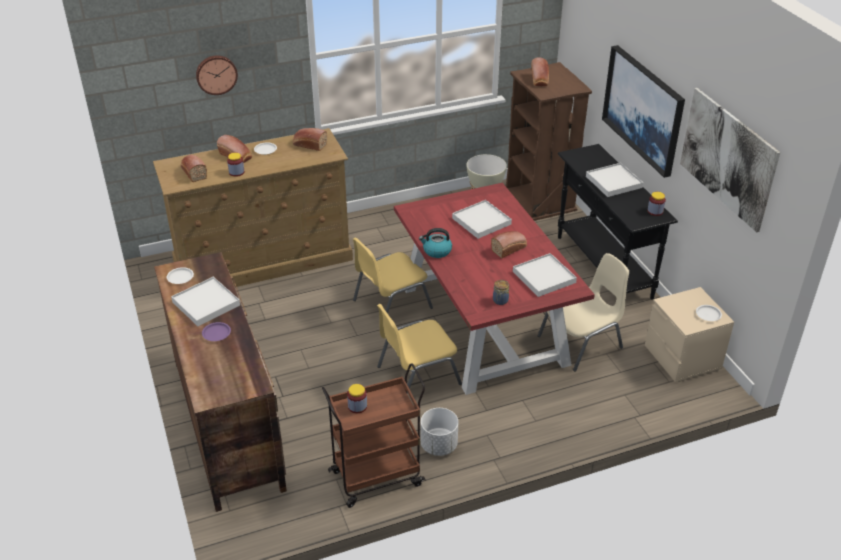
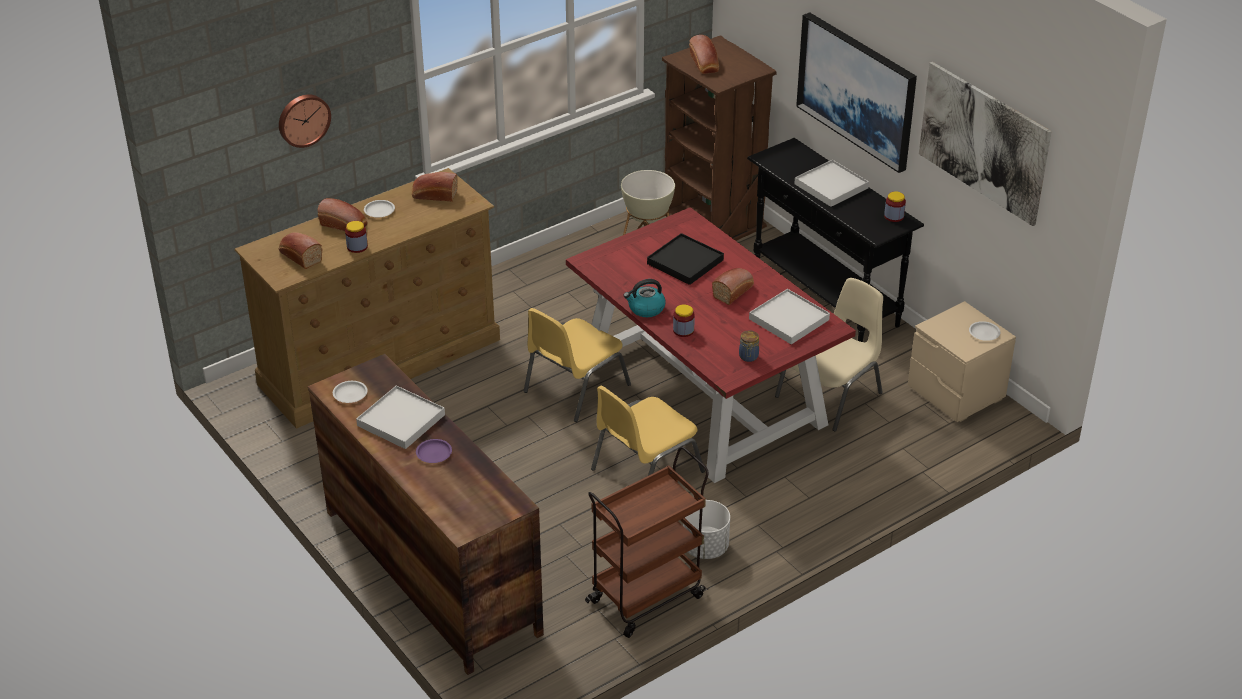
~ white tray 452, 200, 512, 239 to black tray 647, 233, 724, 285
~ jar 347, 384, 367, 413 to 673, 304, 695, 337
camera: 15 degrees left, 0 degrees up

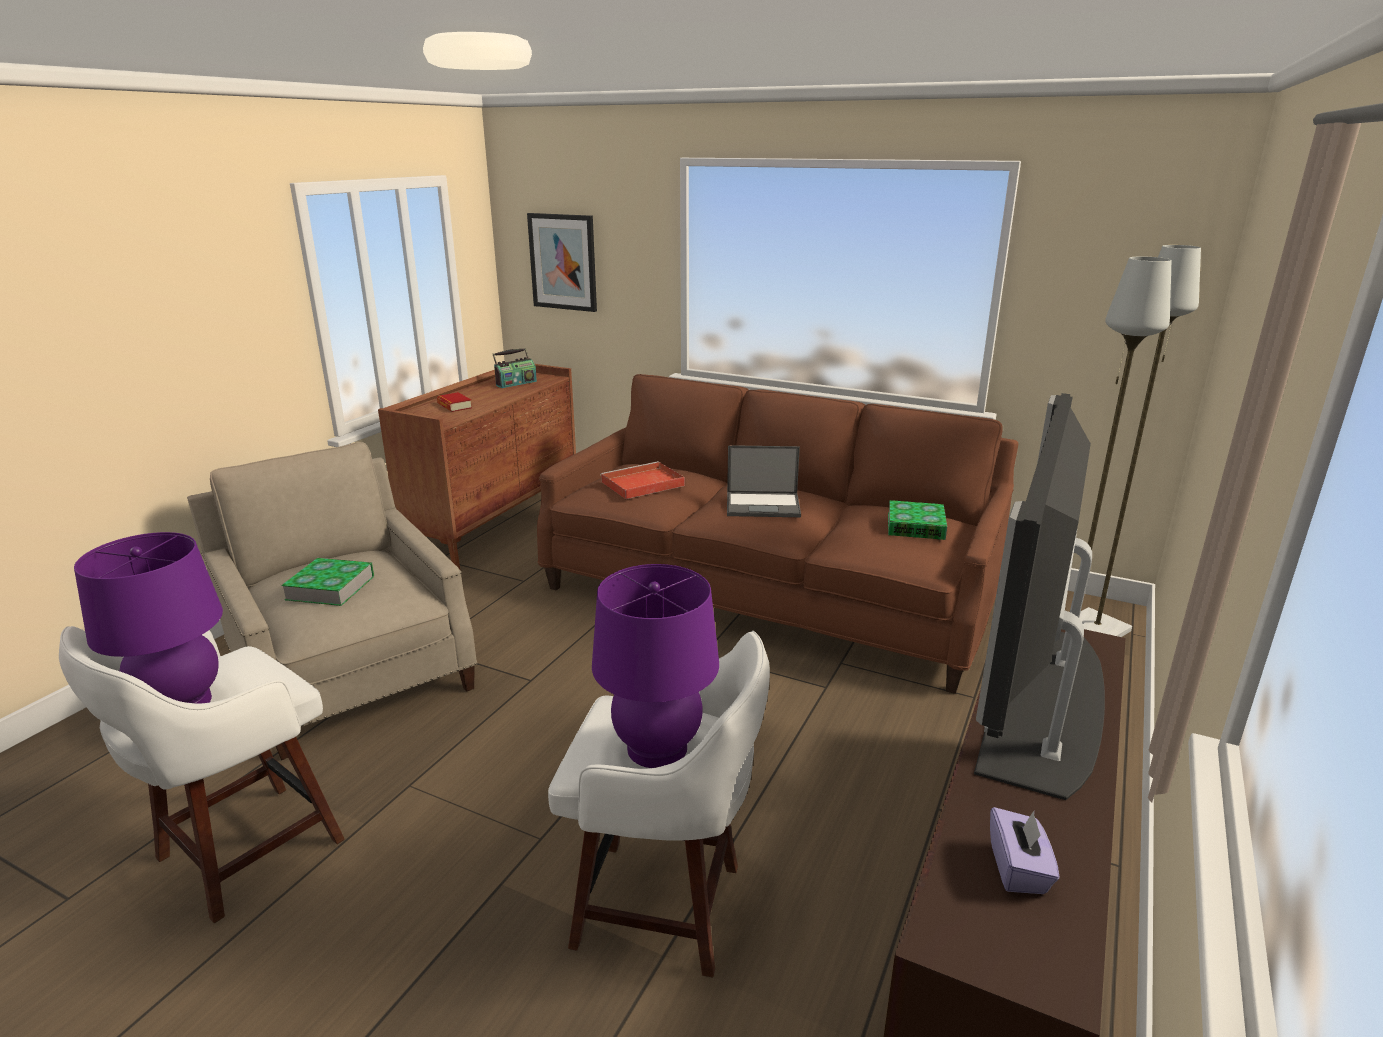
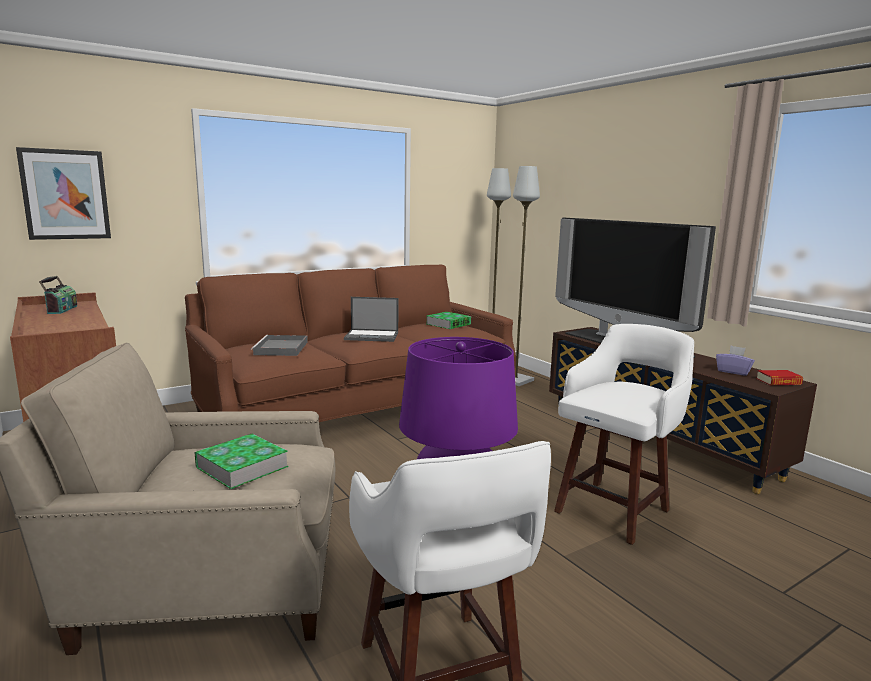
~ book 437, 392, 472, 412 to 756, 370, 803, 385
~ laptop 727, 445, 801, 517 = 344, 297, 399, 342 60 degrees clockwise
~ red tray 600, 461, 685, 499 to grey tray 251, 335, 308, 356
- purple table lamp 592, 564, 719, 768
camera: 60 degrees left, 10 degrees down

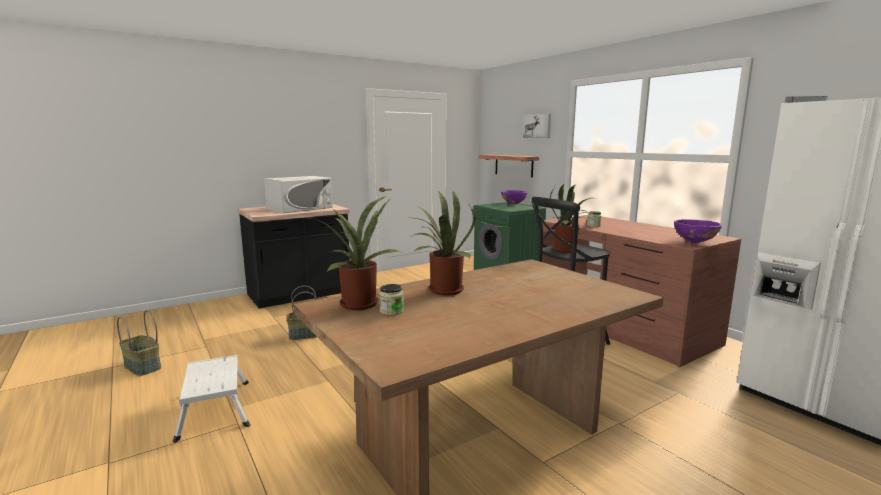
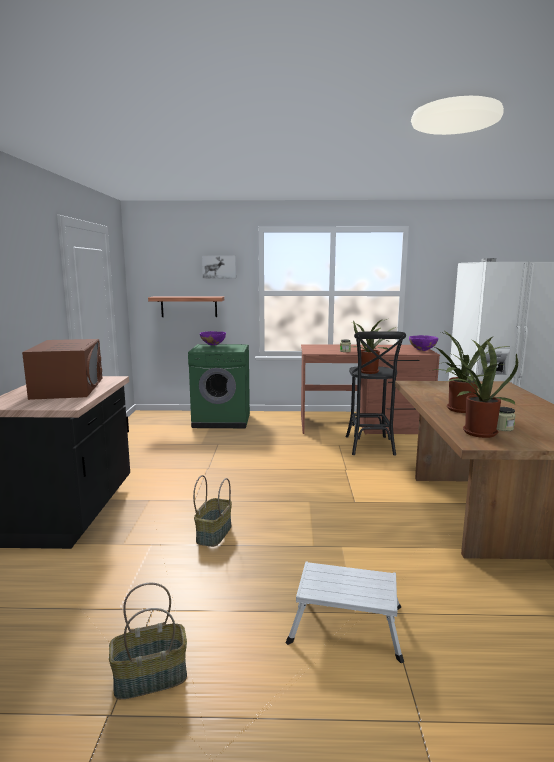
~ white microwave 264, 176, 333, 213 to brown microwave 22, 339, 102, 400
camera: 55 degrees left, 0 degrees up

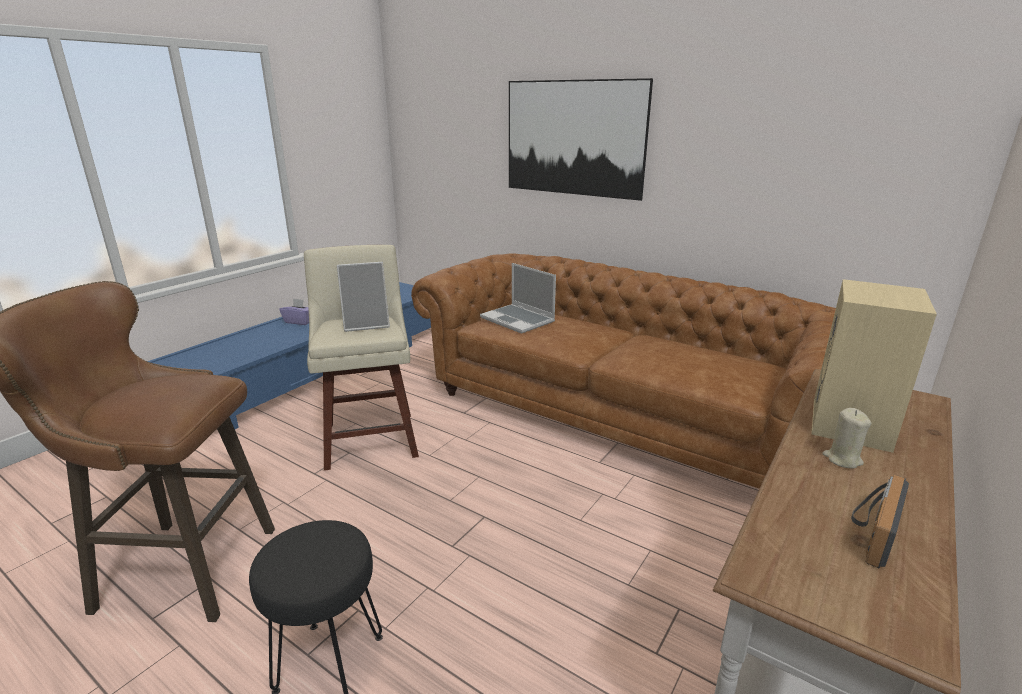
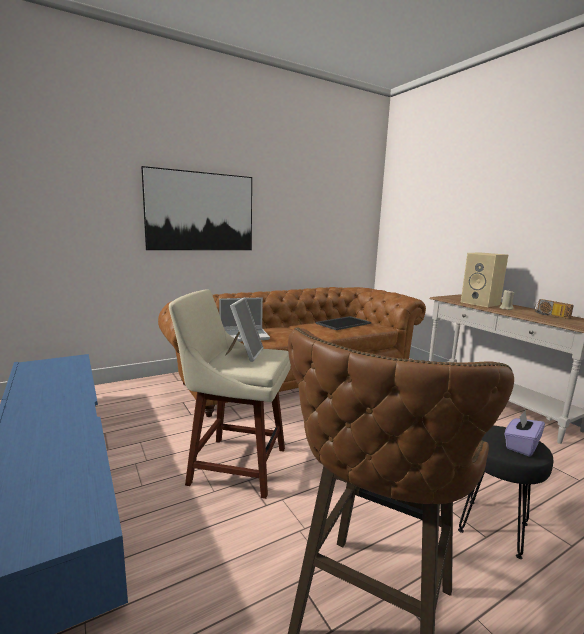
~ purple tissue box 280, 298, 309, 325 to 504, 411, 545, 457
+ tray 316, 316, 371, 330
camera: 65 degrees left, 10 degrees down

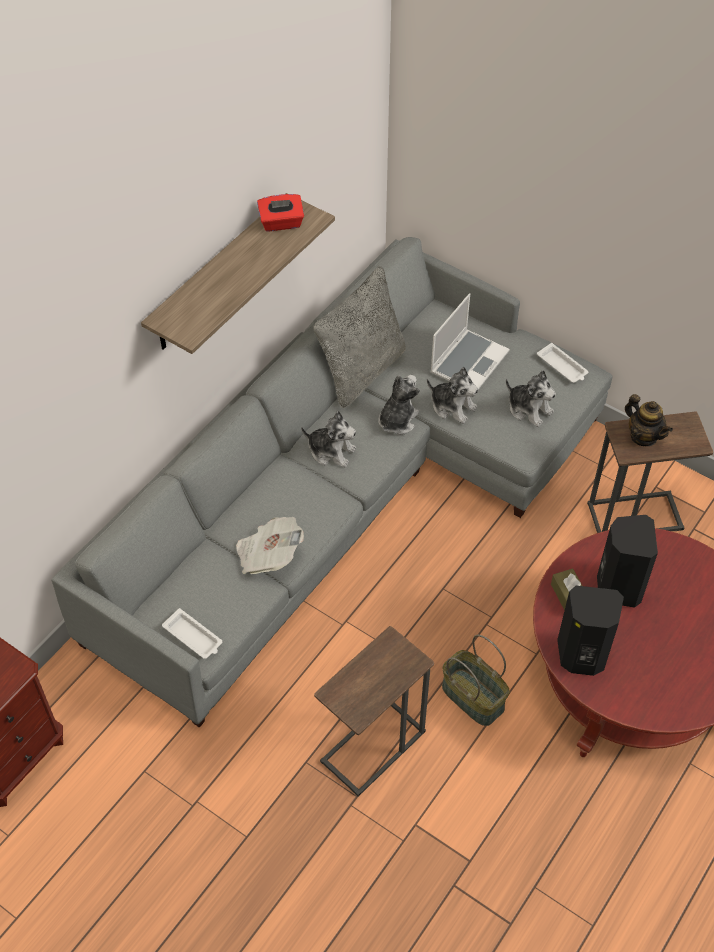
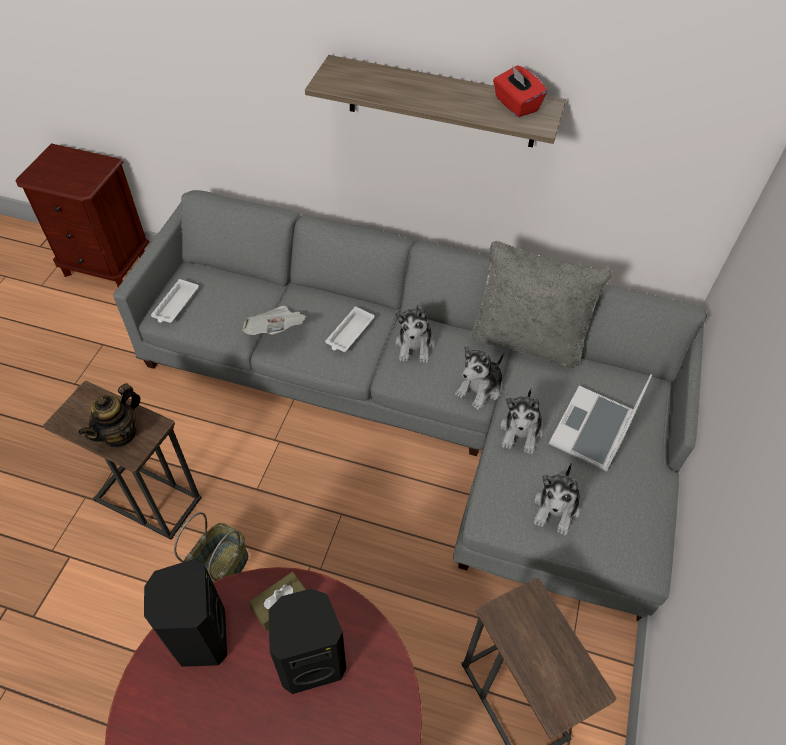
~ laptop 430, 293, 510, 390 = 549, 374, 652, 471 105 degrees clockwise
~ white tray 537, 343, 588, 383 to 325, 306, 375, 352
~ plush toy 378, 375, 420, 435 = 455, 346, 504, 410 120 degrees clockwise
~ teapot 625, 394, 673, 446 to 78, 383, 140, 448
camera: 70 degrees right, 0 degrees up

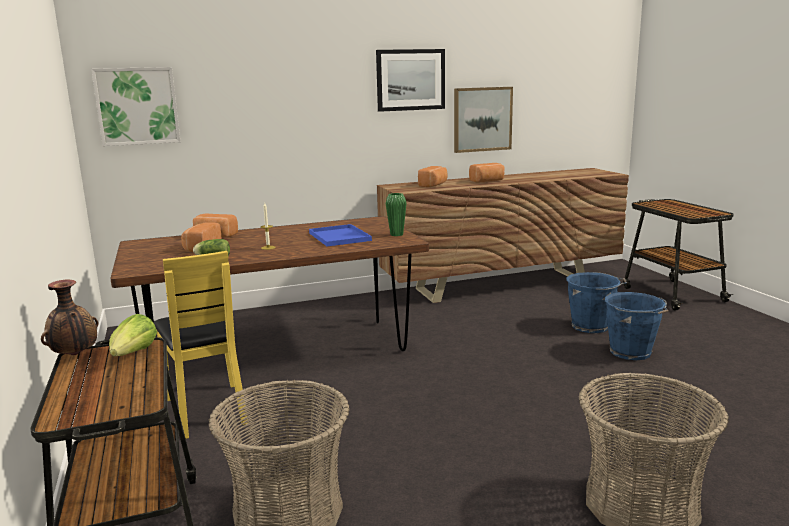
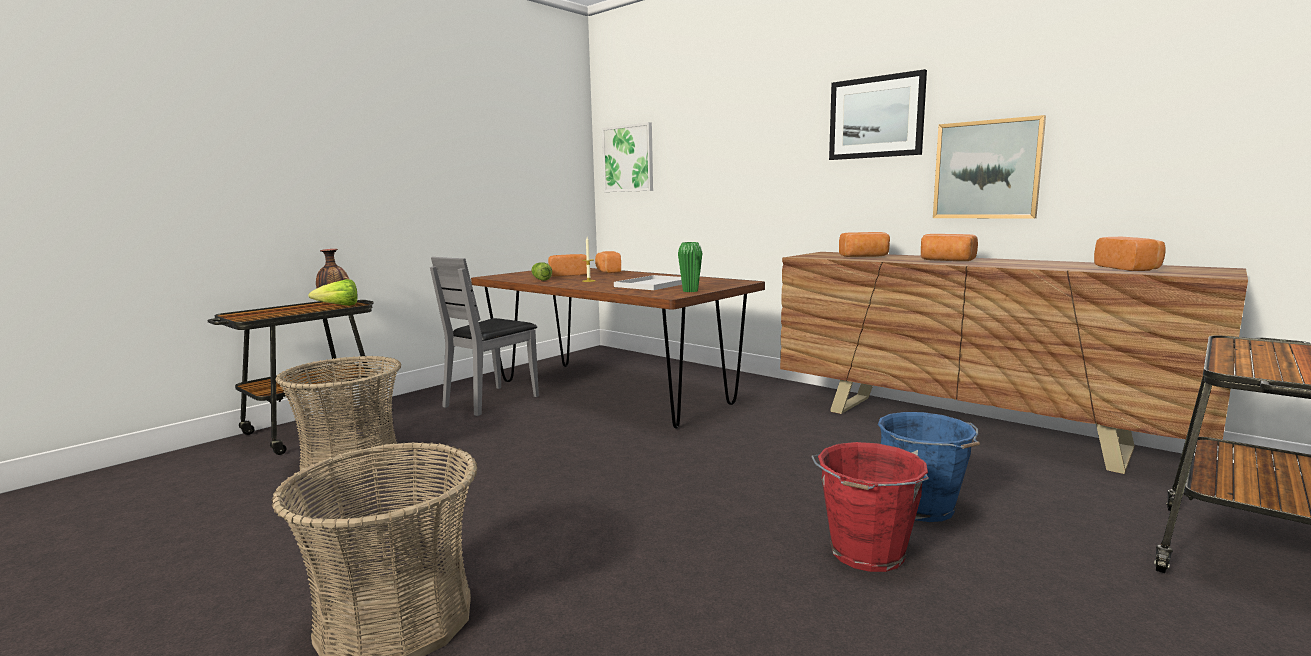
~ blue tray 309, 224, 372, 246 to white tray 614, 275, 682, 290
~ yellow chair 154, 251, 248, 439 to grey chair 430, 257, 539, 416
~ blue bucket 605, 292, 669, 360 to red bucket 811, 442, 929, 572
+ bread 1094, 237, 1166, 271
camera: 60 degrees right, 5 degrees down

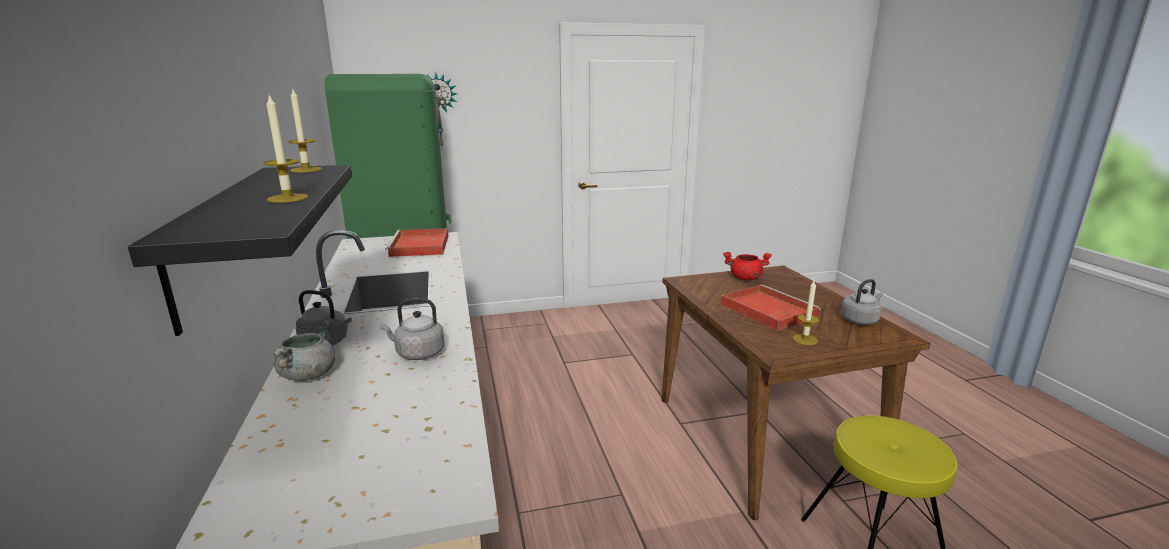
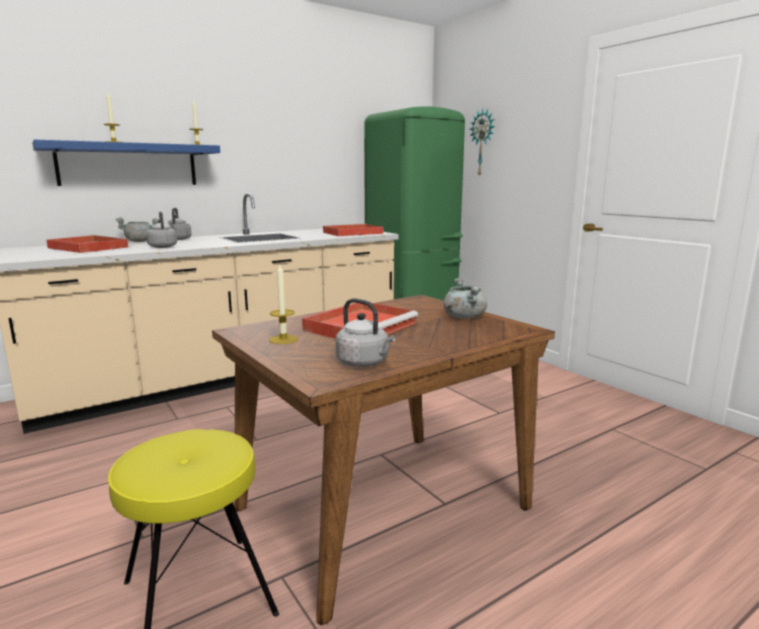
~ black shelf 128, 165, 352, 336 to blue shelf 32, 140, 220, 186
~ red cooking pot 723, 252, 772, 280 to grey cooking pot 444, 278, 487, 319
+ red tray 46, 235, 130, 253
camera: 70 degrees right, 5 degrees down

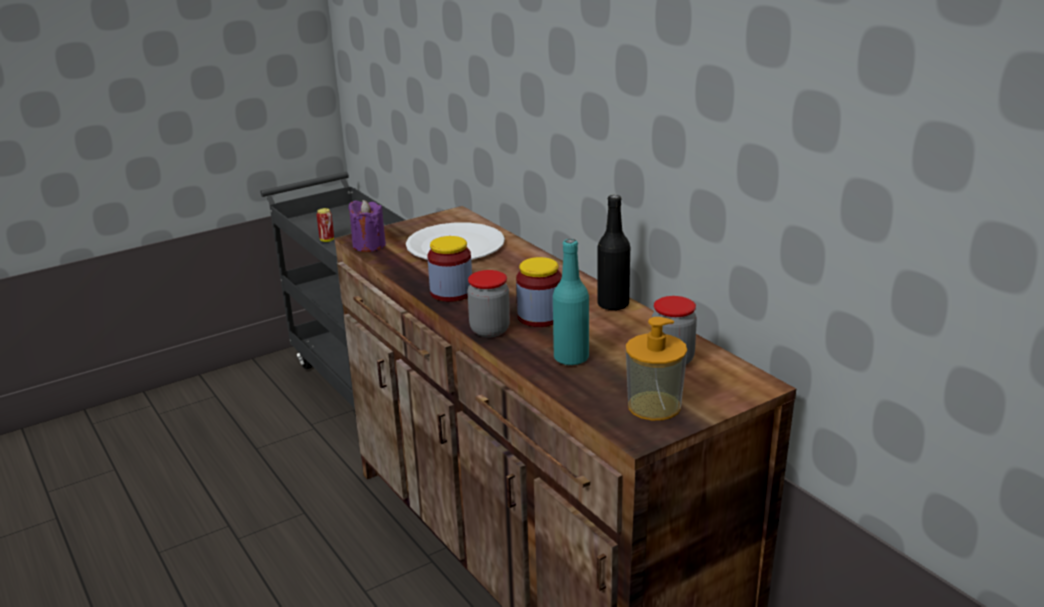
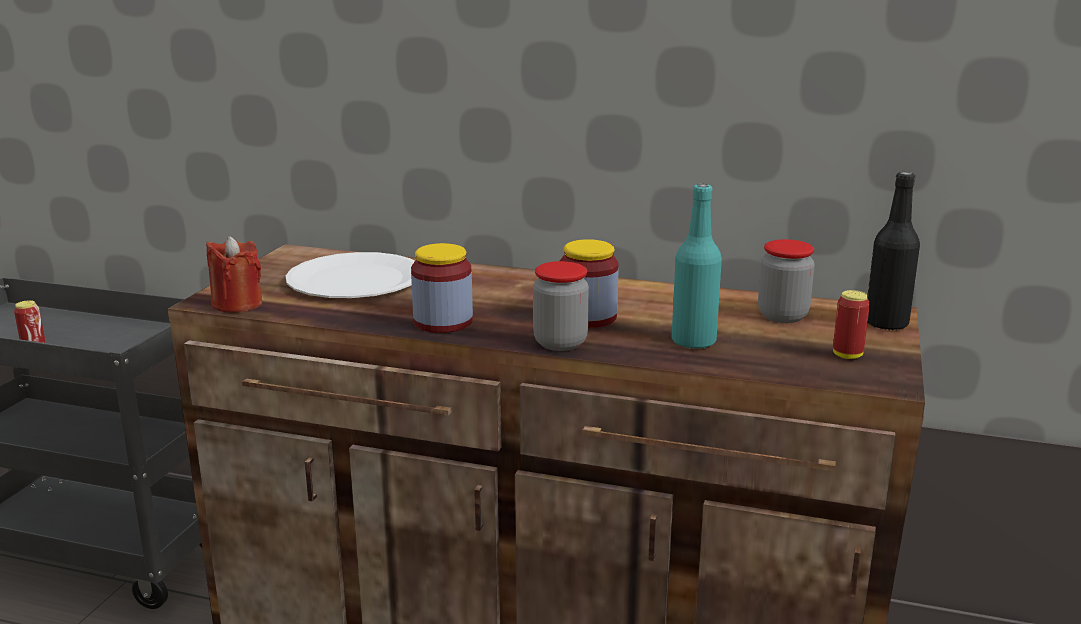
~ black bottle 597, 195, 630, 310 to 867, 172, 920, 331
~ purple candle 348, 200, 386, 252 to red candle 206, 236, 262, 313
~ soap dispenser 626, 317, 687, 420 to can 833, 290, 870, 359
camera: 40 degrees left, 5 degrees down

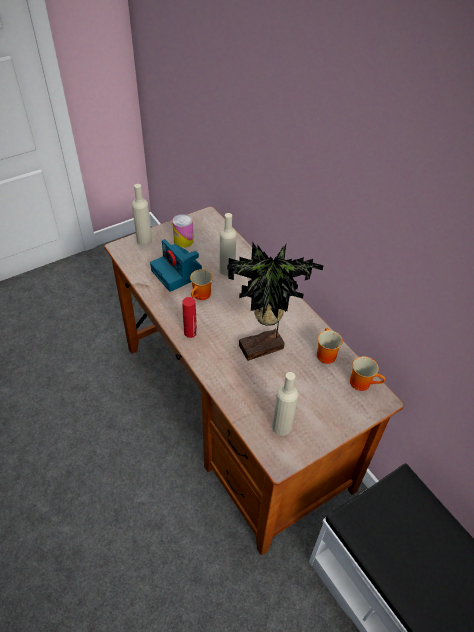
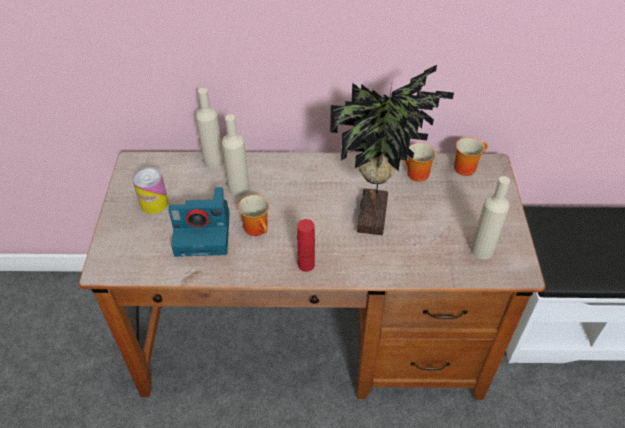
~ beige bottle 132, 184, 152, 246 to 196, 88, 224, 169
camera: 55 degrees left, 0 degrees up

